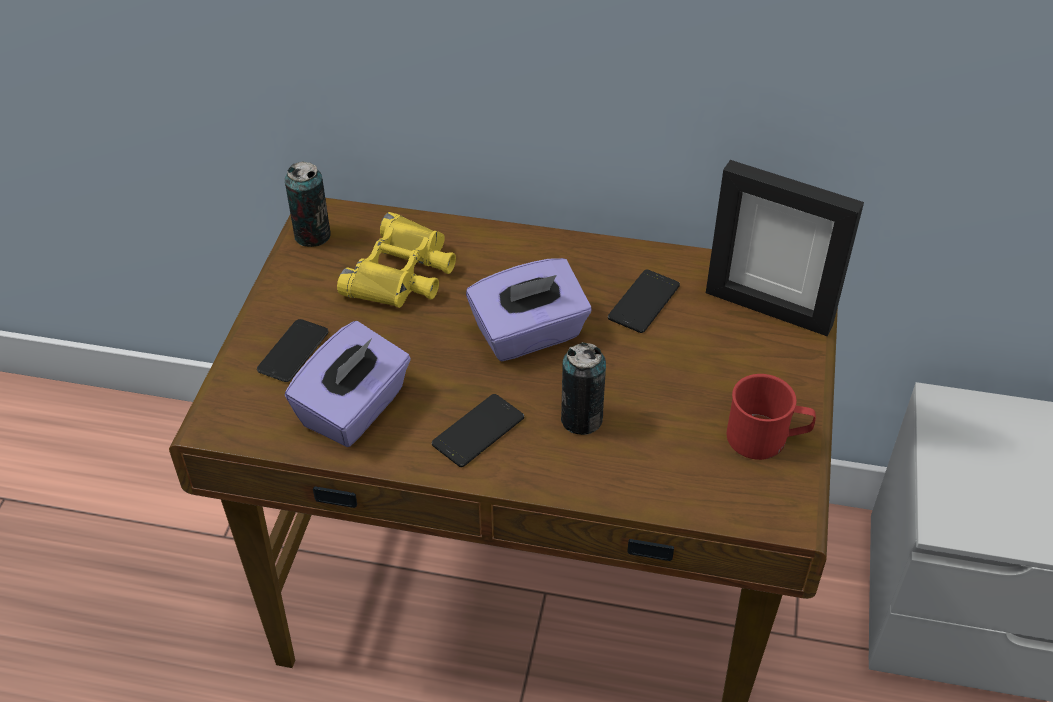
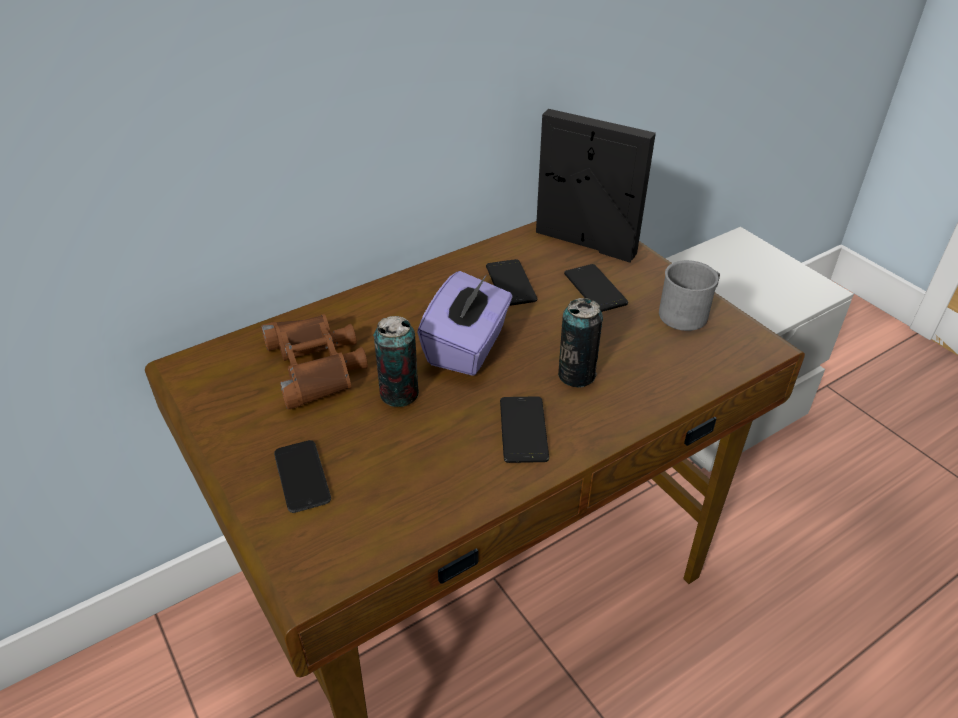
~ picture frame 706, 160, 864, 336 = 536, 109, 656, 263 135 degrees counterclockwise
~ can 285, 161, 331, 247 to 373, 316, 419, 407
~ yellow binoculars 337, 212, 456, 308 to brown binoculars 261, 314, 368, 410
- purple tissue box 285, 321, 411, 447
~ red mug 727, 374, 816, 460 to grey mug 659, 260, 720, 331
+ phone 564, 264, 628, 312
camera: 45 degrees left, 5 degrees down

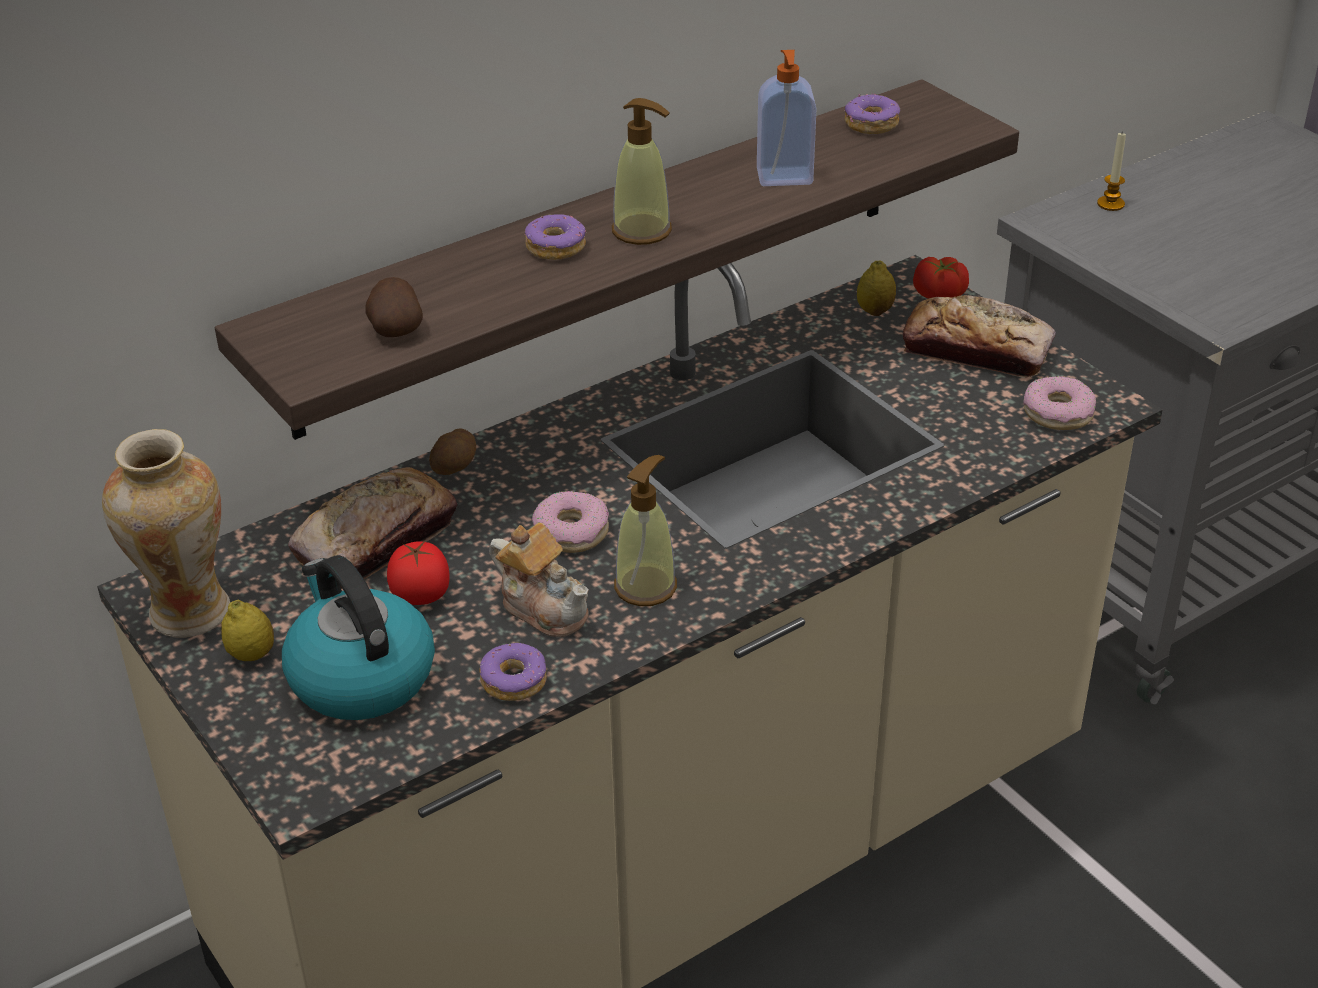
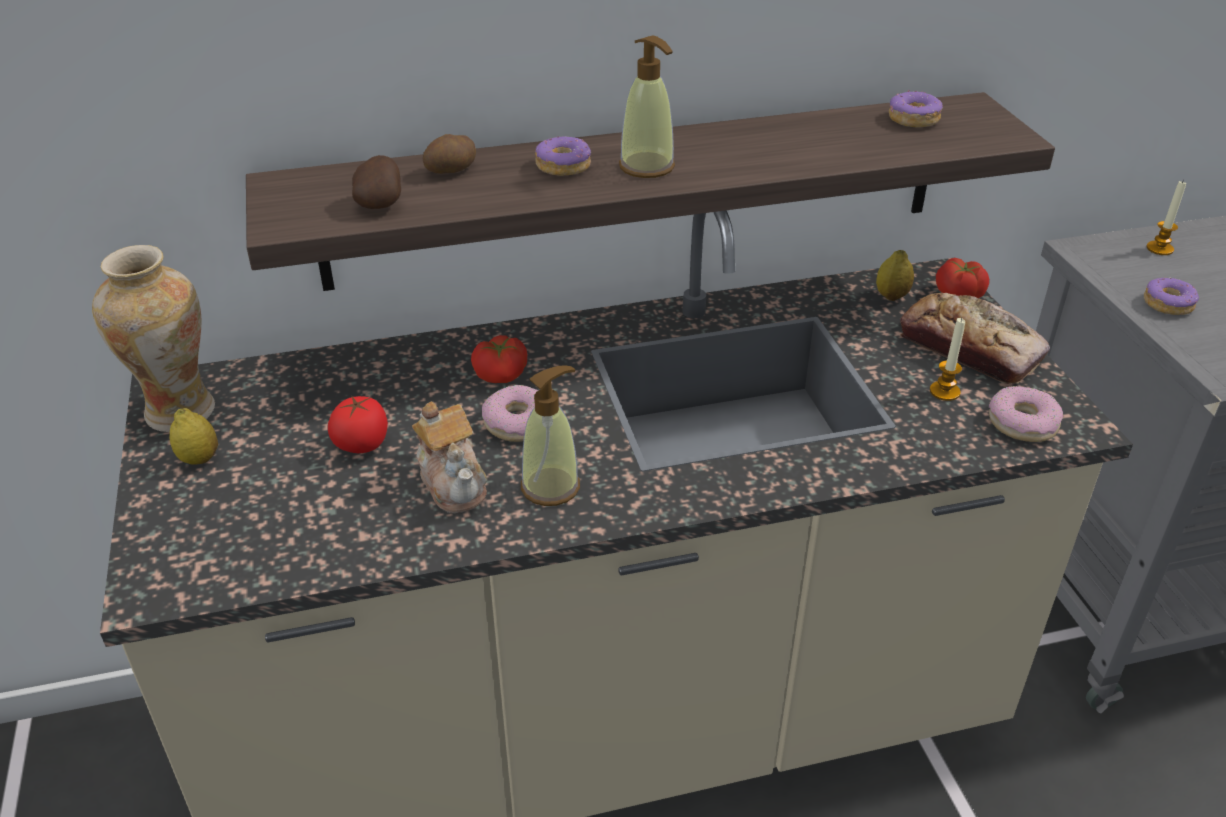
- soap dispenser 757, 50, 817, 186
~ potato 429, 428, 476, 475 to 423, 134, 476, 174
- bread 288, 467, 457, 589
- kettle 282, 555, 435, 720
~ donut 480, 643, 547, 701 to 1144, 277, 1199, 315
+ candle 930, 318, 965, 401
+ tomato 471, 335, 527, 383
camera: 20 degrees right, 0 degrees up

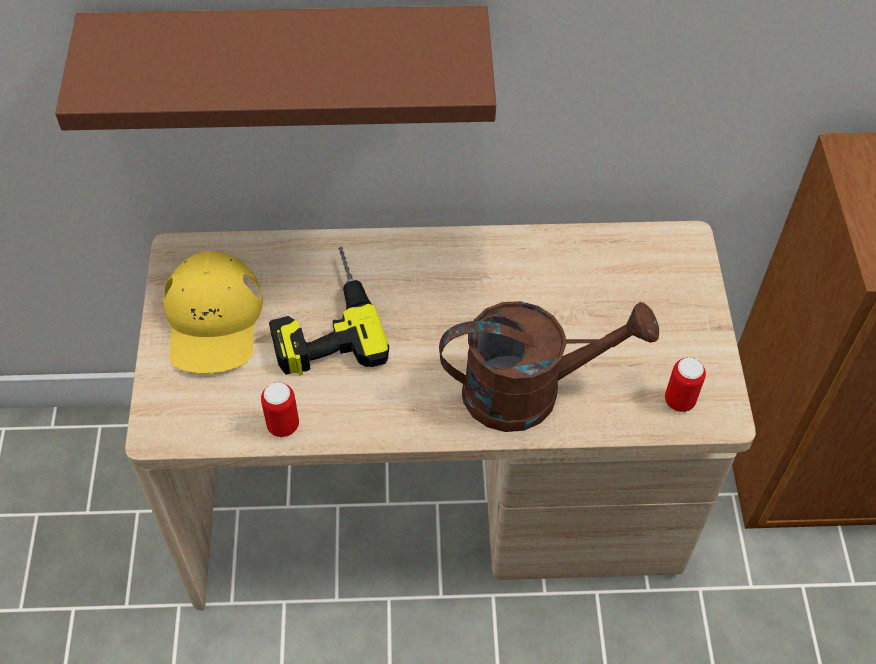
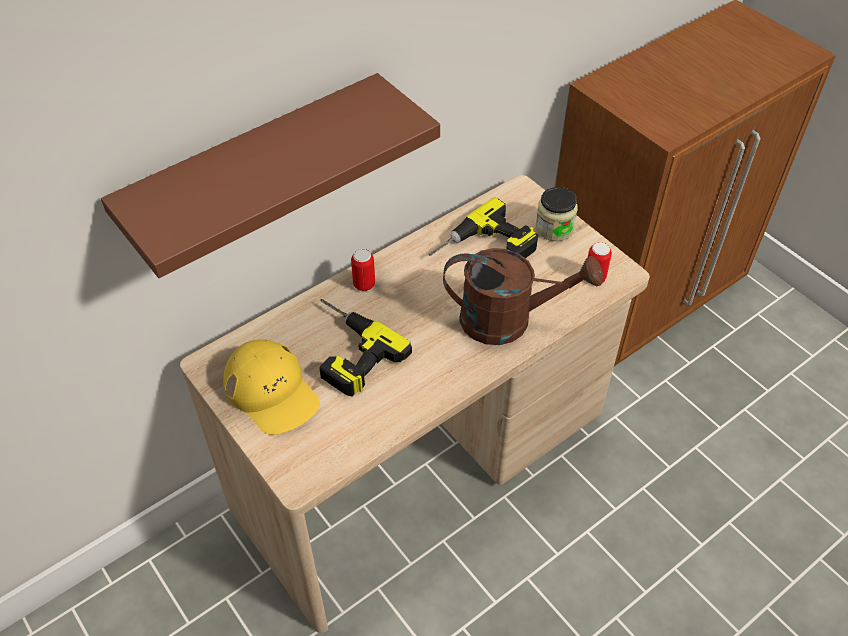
~ brown watering can 439, 301, 659, 432 = 443, 248, 603, 345 45 degrees clockwise
~ can 261, 382, 299, 437 to 351, 249, 375, 291
+ jar 536, 187, 578, 241
+ power drill 429, 198, 538, 258
camera: 35 degrees left, 5 degrees down

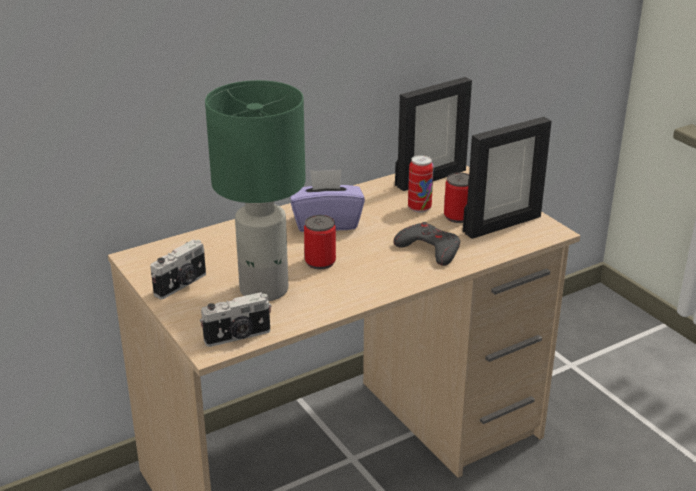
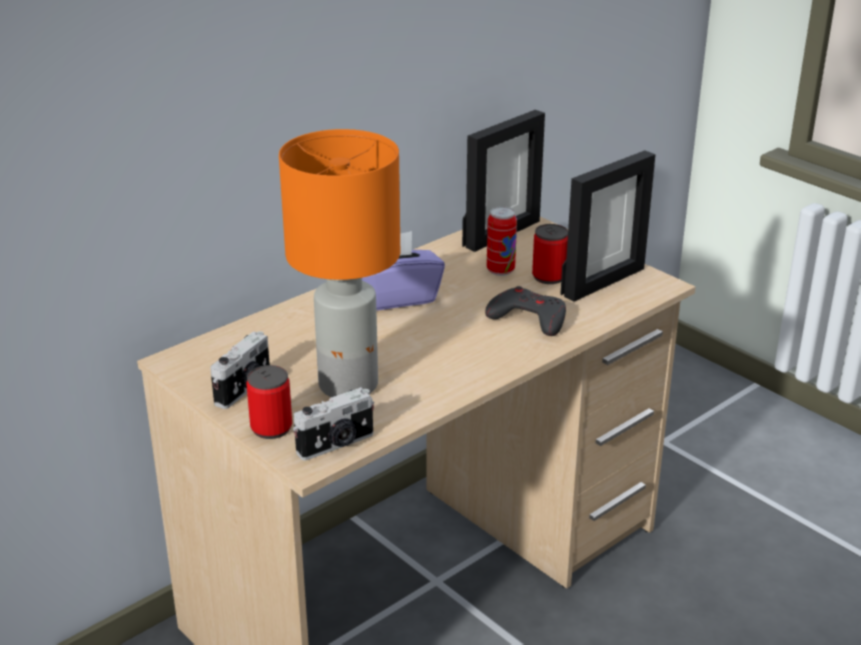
~ green table lamp 205, 80, 305, 301 to orange table lamp 279, 129, 400, 397
~ can 304, 215, 336, 270 to 247, 365, 292, 439
camera: 10 degrees left, 0 degrees up

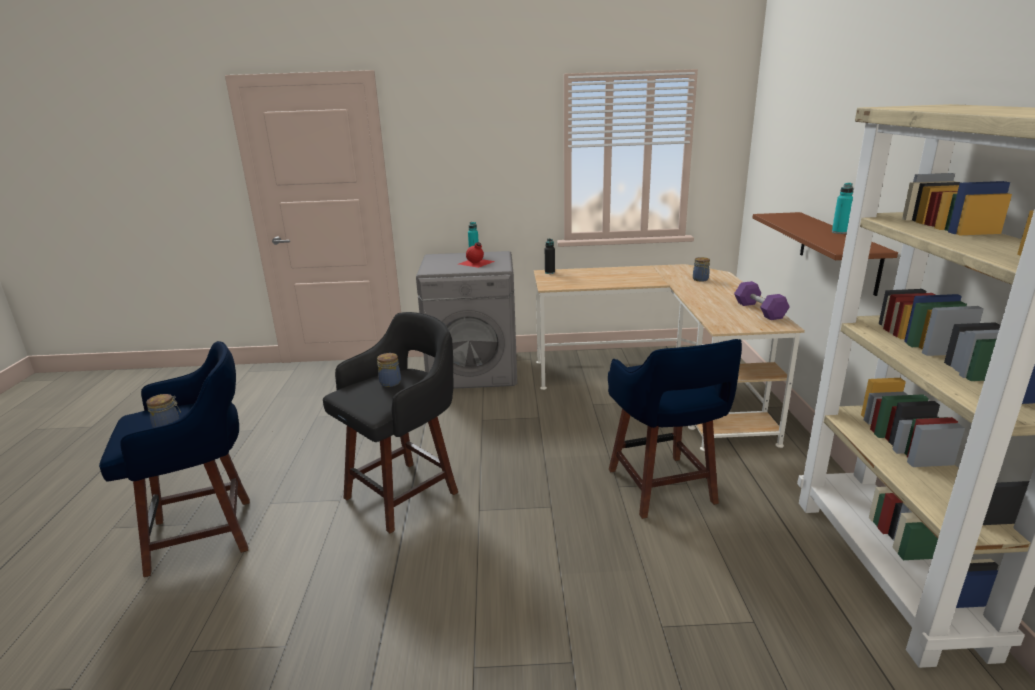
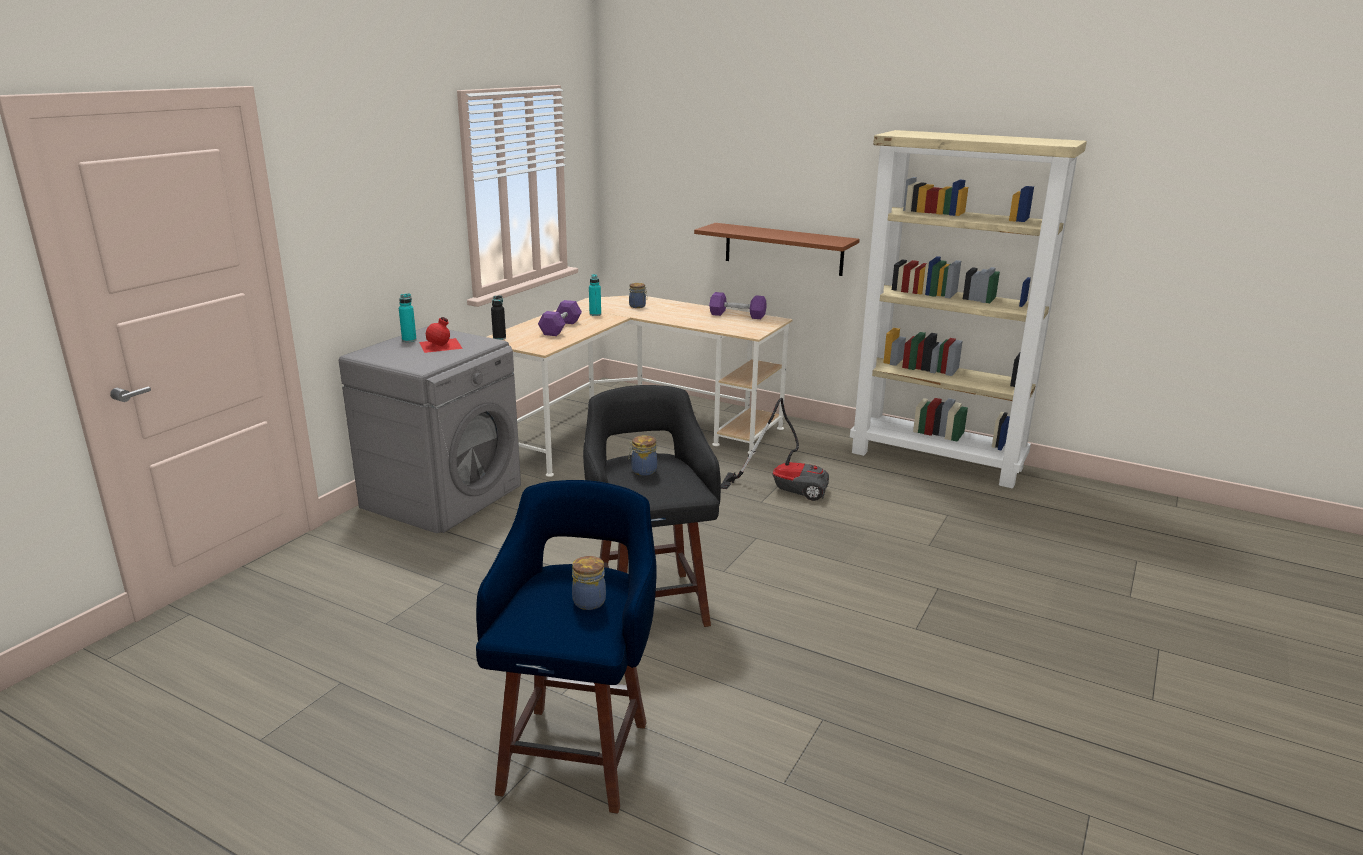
~ turquoise bottle 832, 183, 854, 234 to 589, 274, 601, 316
~ blue stool 608, 339, 742, 519 to vacuum cleaner 721, 398, 829, 501
+ purple dumbbell 538, 300, 582, 336
camera: 60 degrees left, 0 degrees up

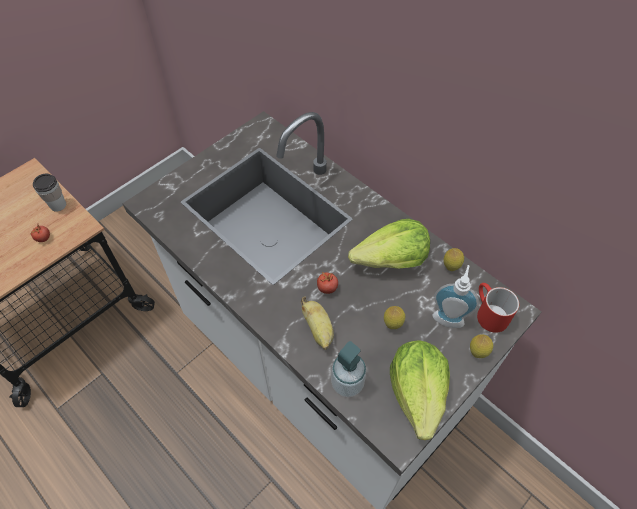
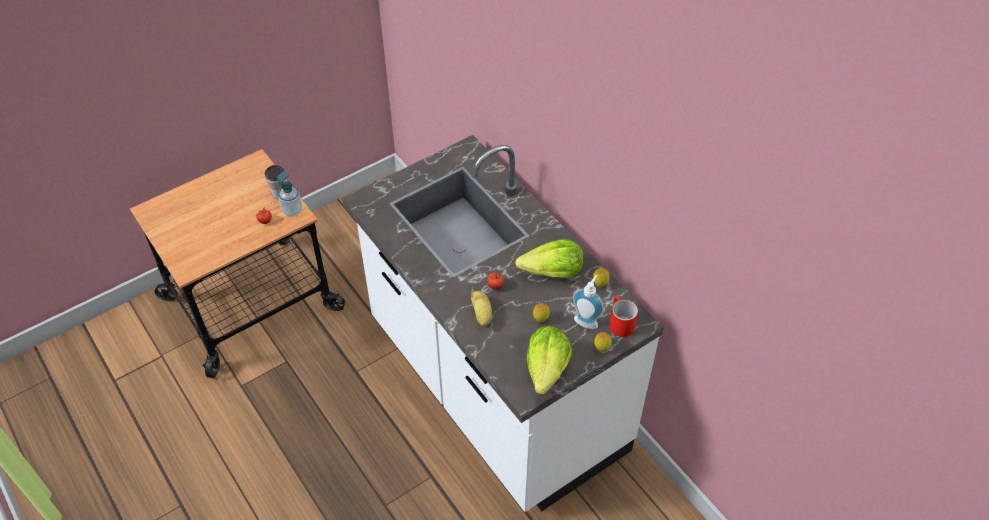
~ soap dispenser 331, 341, 367, 397 to 277, 171, 302, 217
camera: 10 degrees right, 5 degrees down

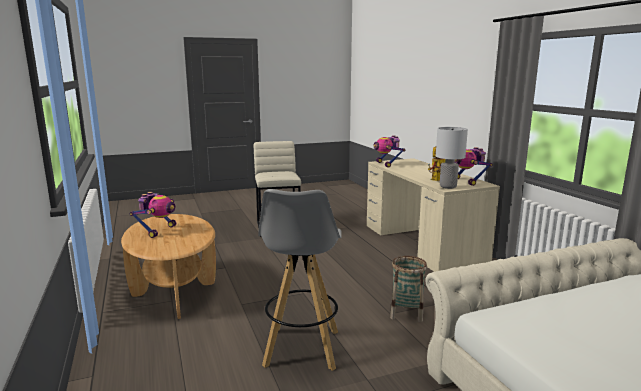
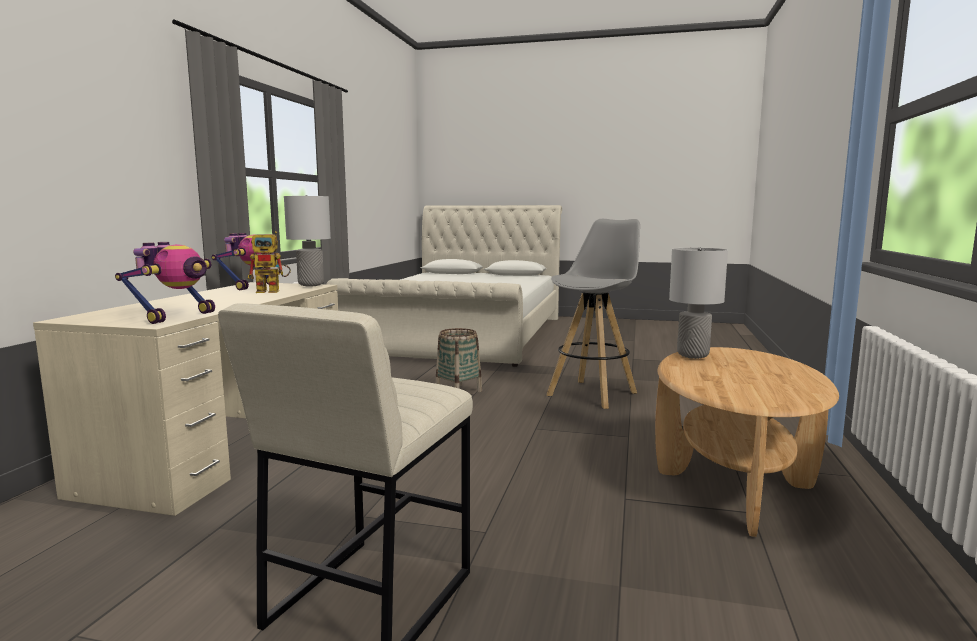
- toy robot 130, 192, 176, 238
+ grey table lamp 669, 248, 728, 359
camera: 145 degrees left, 5 degrees down

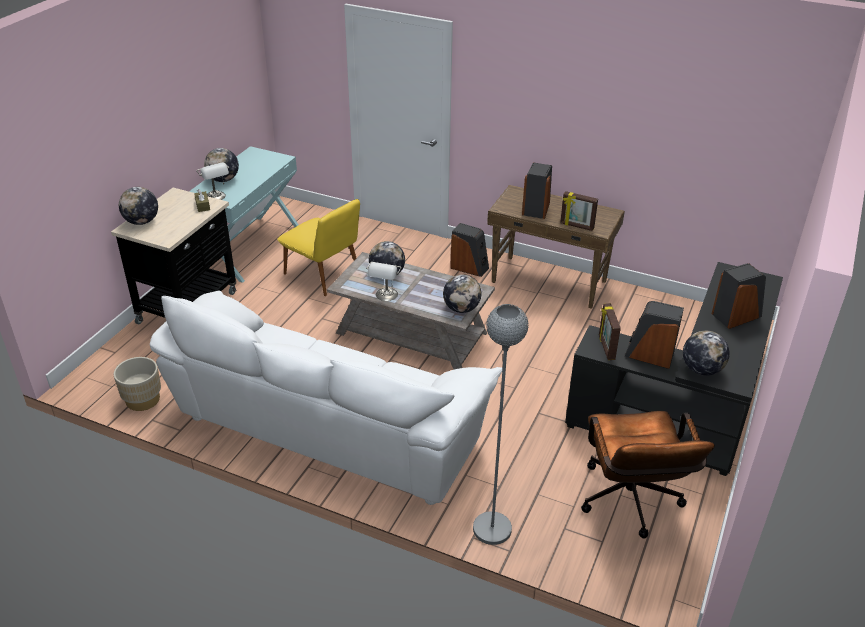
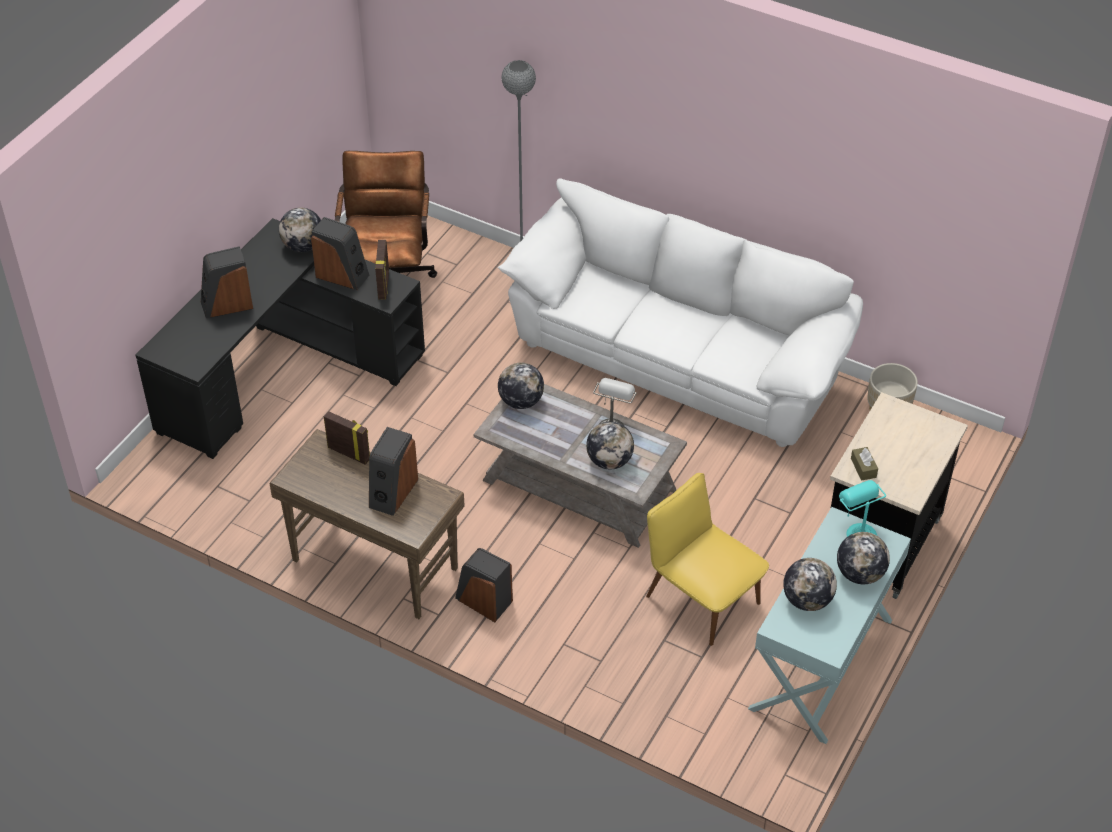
~ white table lamp 196, 163, 229, 200 to turquoise table lamp 839, 480, 886, 537
~ globe 119, 187, 158, 225 to 783, 558, 837, 611
camera: 175 degrees left, 10 degrees up

